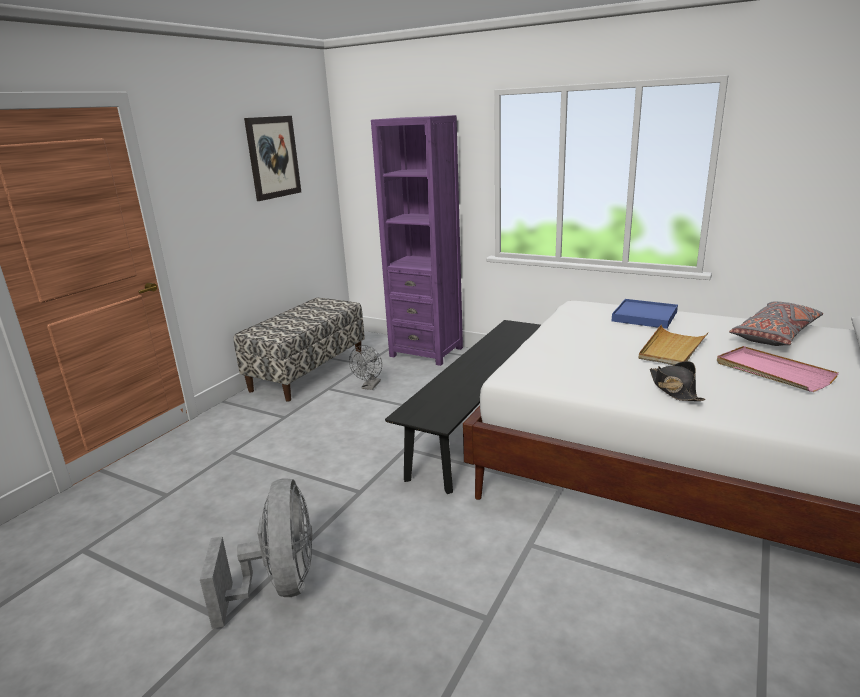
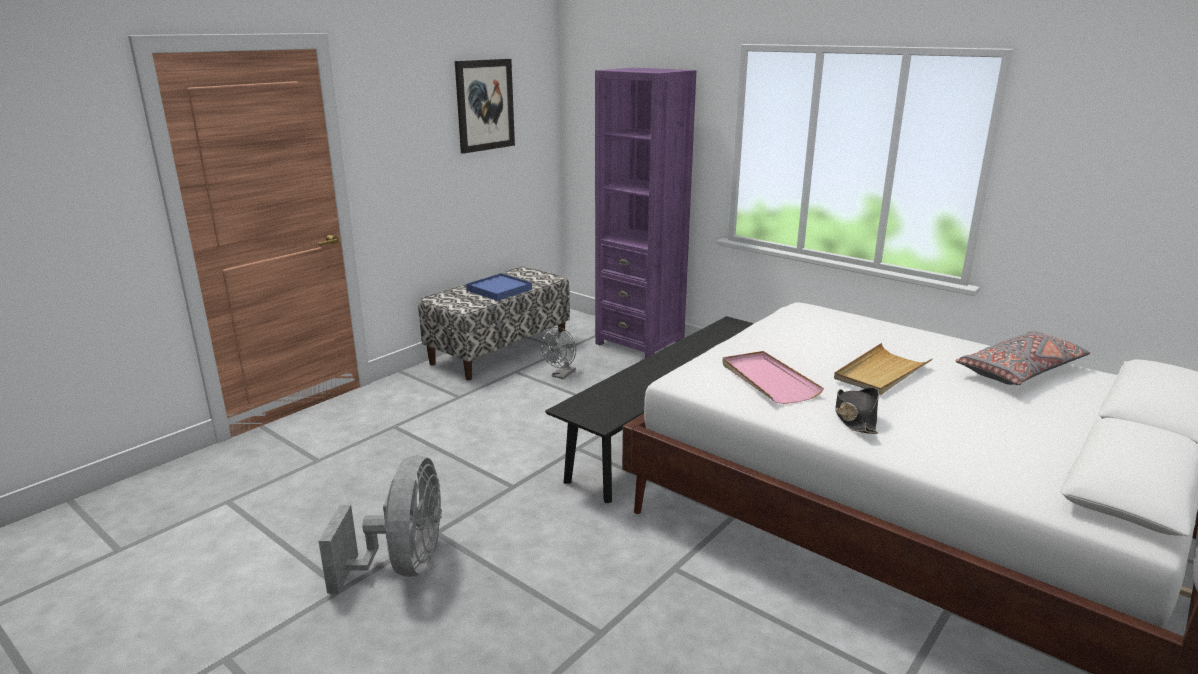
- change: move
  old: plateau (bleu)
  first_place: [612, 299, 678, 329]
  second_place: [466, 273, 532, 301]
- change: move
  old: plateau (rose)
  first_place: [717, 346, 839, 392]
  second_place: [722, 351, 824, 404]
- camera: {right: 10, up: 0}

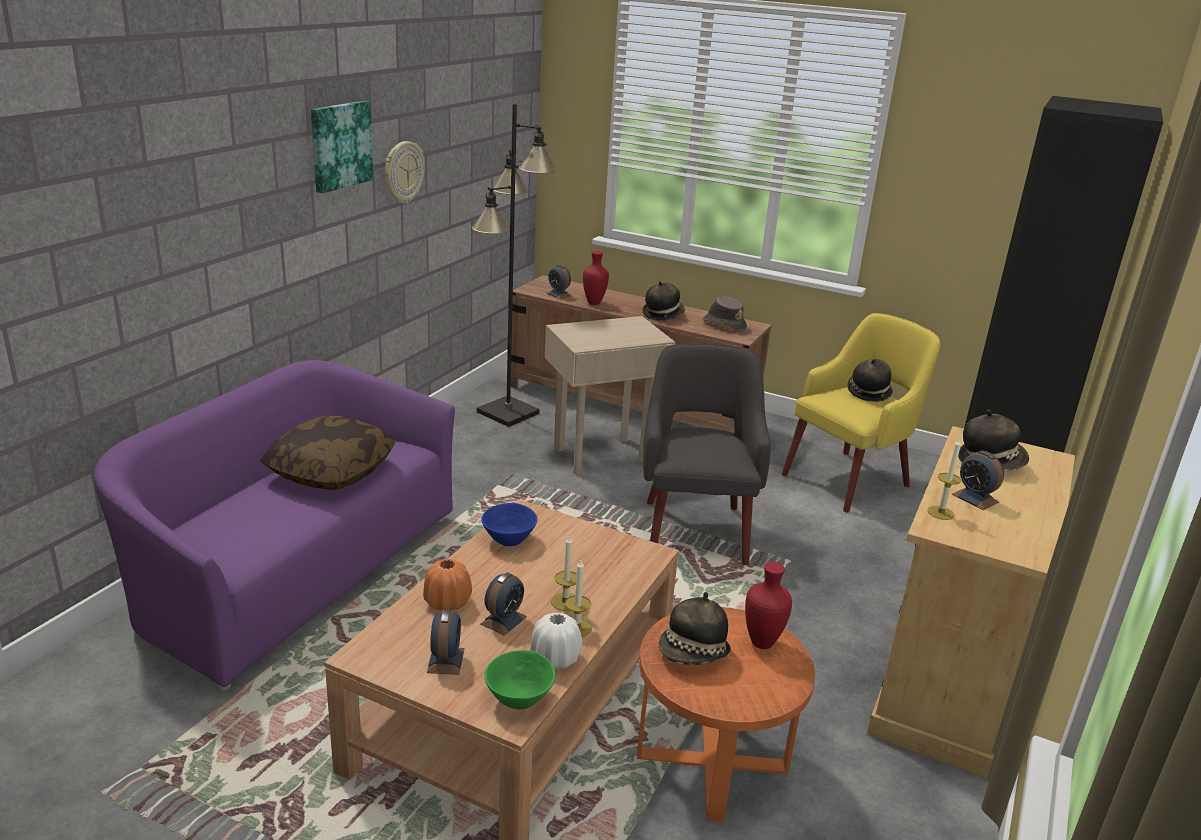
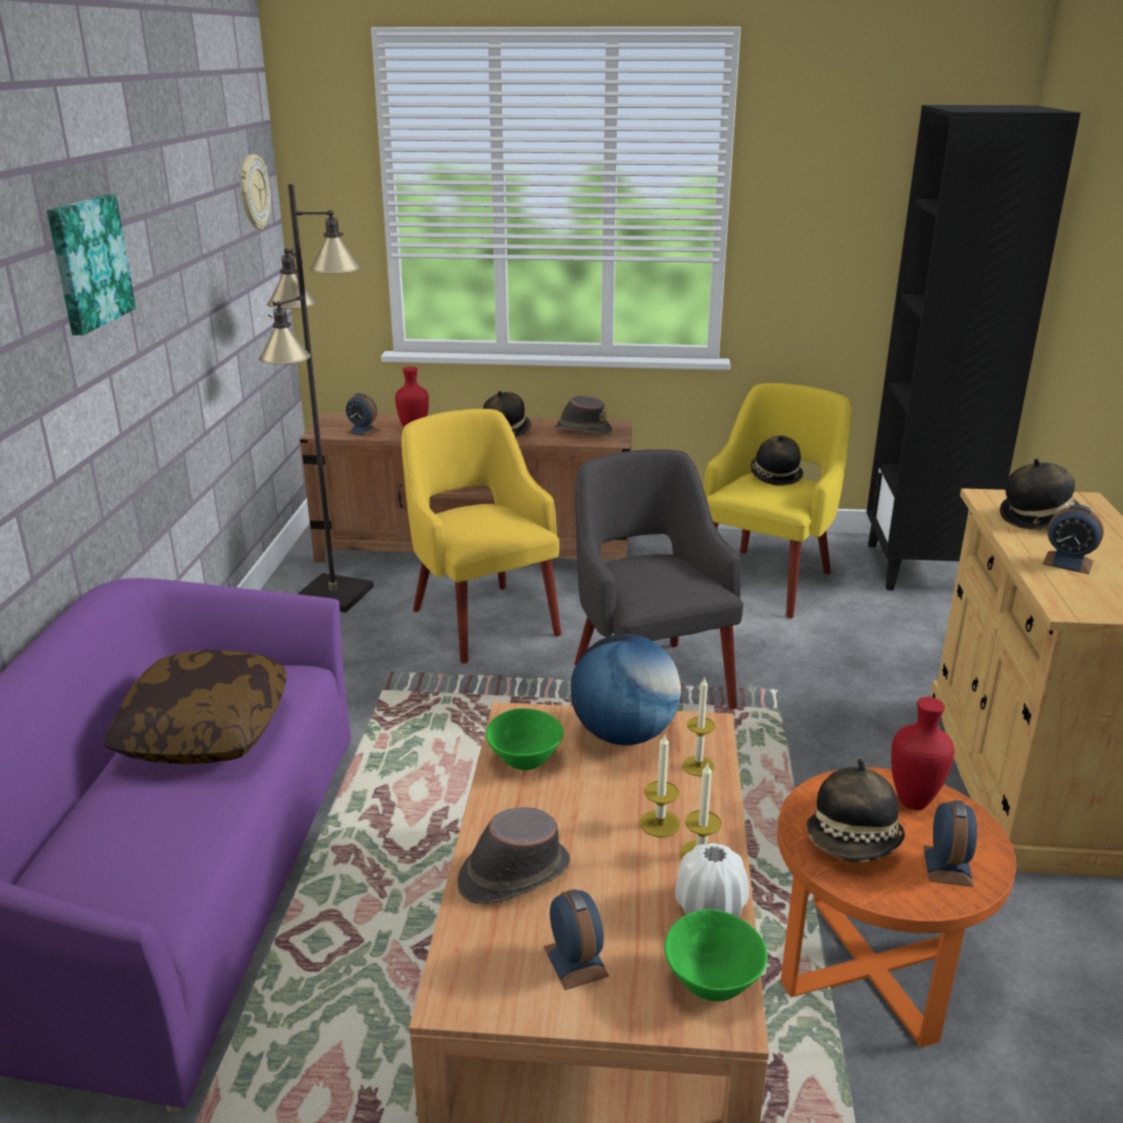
- change: move
  old: horloge murale
  first_place: [385, 141, 425, 204]
  second_place: [240, 154, 271, 230]
- change: replace
  old: table d'appoint (beige)
  new: fauteuil (jaune)
  first_place: [545, 316, 675, 475]
  second_place: [401, 409, 562, 664]
- change: move
  old: bougie
  first_place: [928, 438, 961, 520]
  second_place: [682, 676, 715, 776]
- change: recolor
  old: bol (bleu)
  new: bol (vert)
  first_place: [481, 503, 538, 546]
  second_place: [486, 708, 563, 770]
- change: replace
  old: vase (orange)
  new: chapeau (marron)
  first_place: [423, 559, 472, 611]
  second_place: [457, 807, 570, 904]
- change: move
  old: réveil
  first_place: [481, 572, 527, 636]
  second_place: [923, 800, 977, 887]
- change: insert
  new: globe
  second_place: [571, 634, 681, 745]
- camera: {right: -20, up: 0}

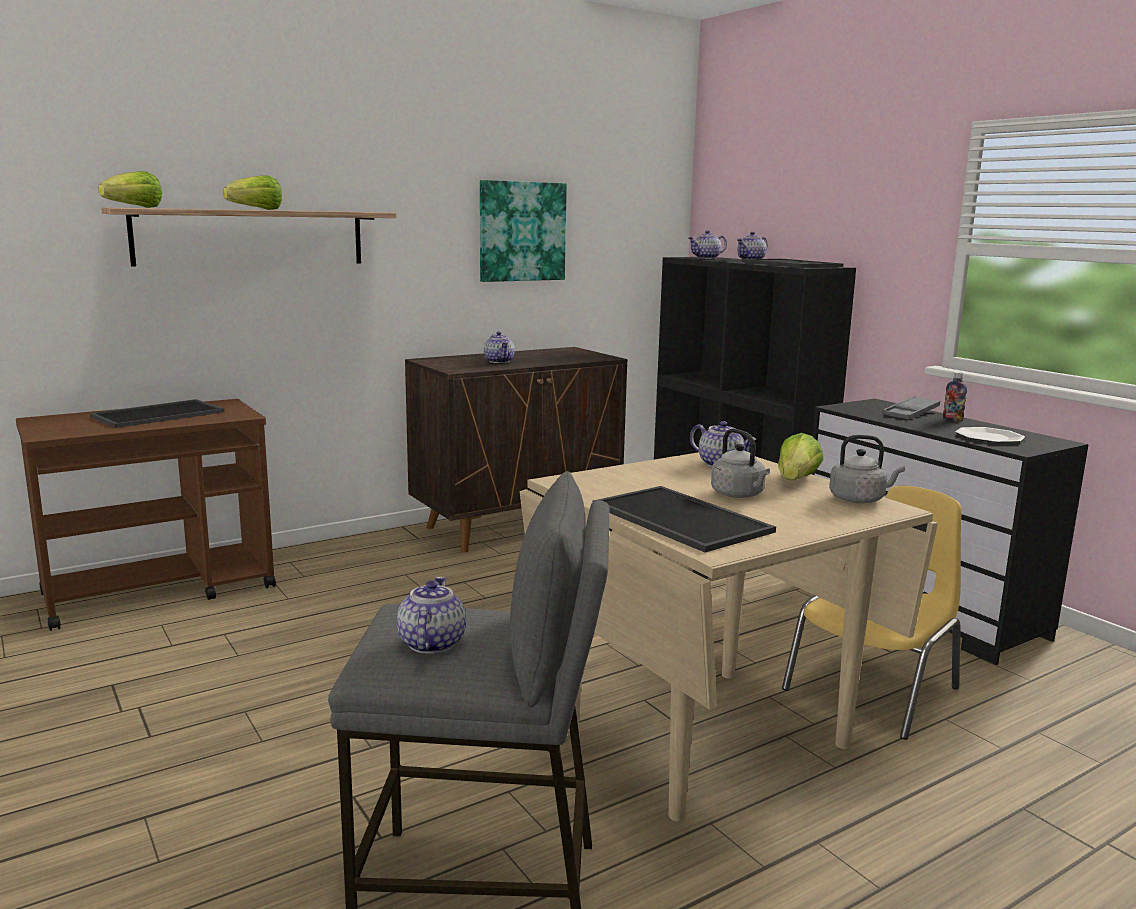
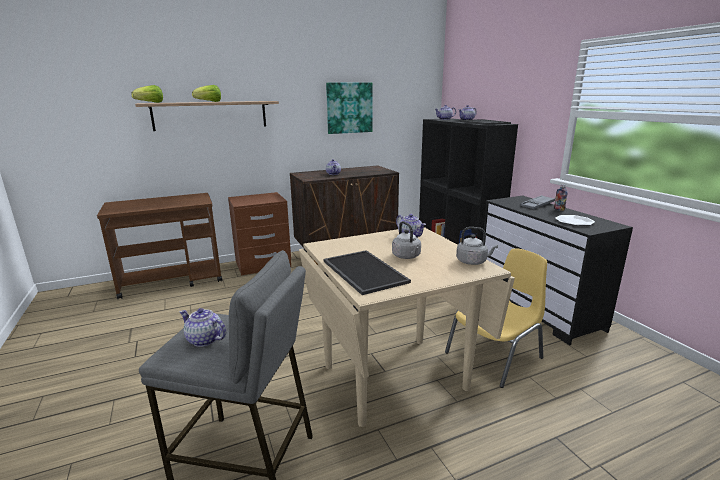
- change: delete
  old: plateau
  first_place: [90, 399, 225, 428]
- change: delete
  old: laitue
  first_place: [778, 433, 823, 480]
- change: rotate
  old: théière
  first_place: [397, 577, 466, 654]
  second_place: [180, 308, 226, 347]
  degrees: -75
- change: insert
  new: table de chevet (marron)
  second_place: [228, 192, 291, 276]
- camera: {right: 10, up: 5}

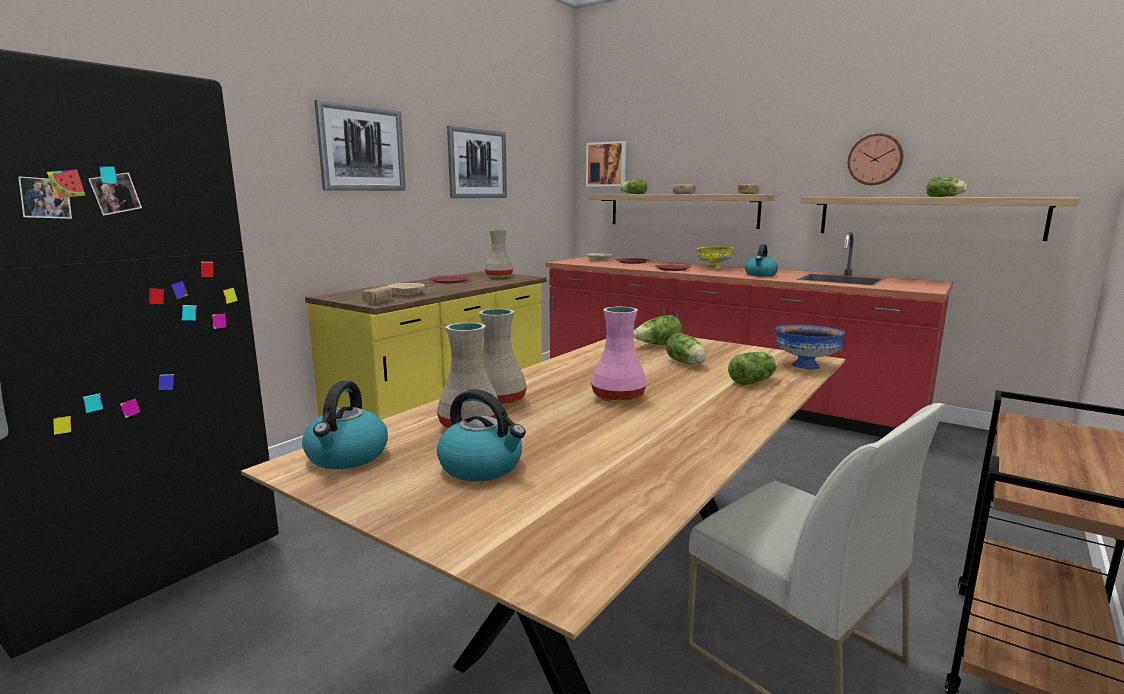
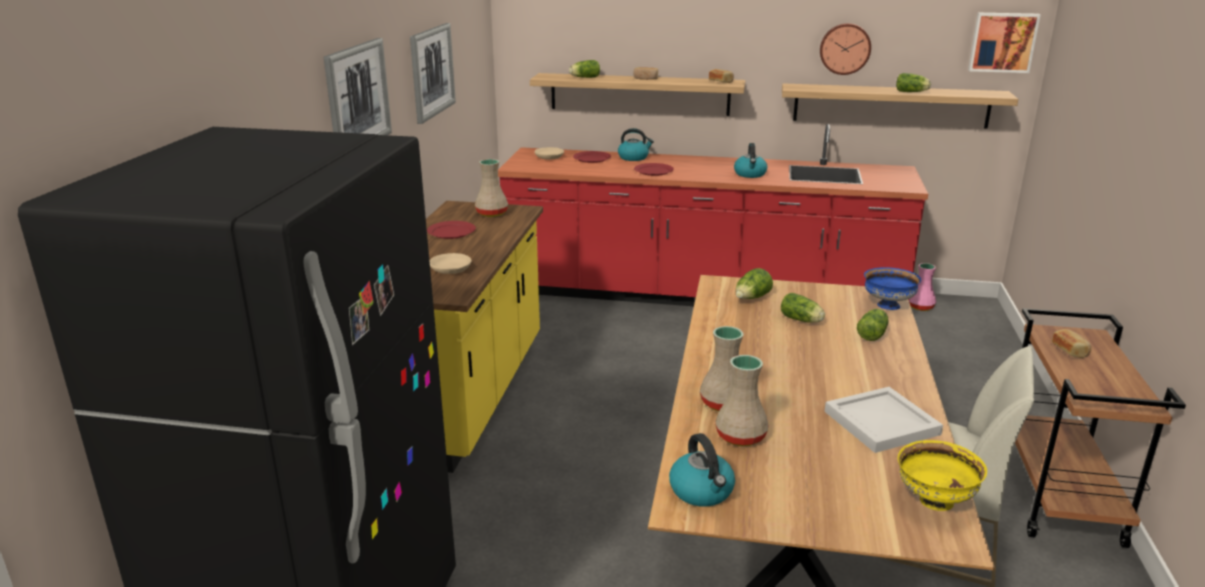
- change: move
  old: tableau
  first_place: [586, 141, 626, 187]
  second_place: [968, 13, 1041, 73]
- change: move
  old: bol (jaune)
  first_place: [697, 246, 734, 269]
  second_place: [897, 440, 987, 511]
- change: move
  old: pain
  first_place: [362, 286, 392, 304]
  second_place: [1052, 329, 1092, 358]
- change: move
  old: vase (rose)
  first_place: [591, 307, 647, 403]
  second_place: [909, 263, 936, 311]
- change: move
  old: bouilloire
  first_place: [437, 389, 526, 482]
  second_place: [618, 128, 654, 161]
- change: insert
  new: plateau (blanc)
  second_place: [824, 387, 943, 453]
- camera: {right: -25, up: 10}

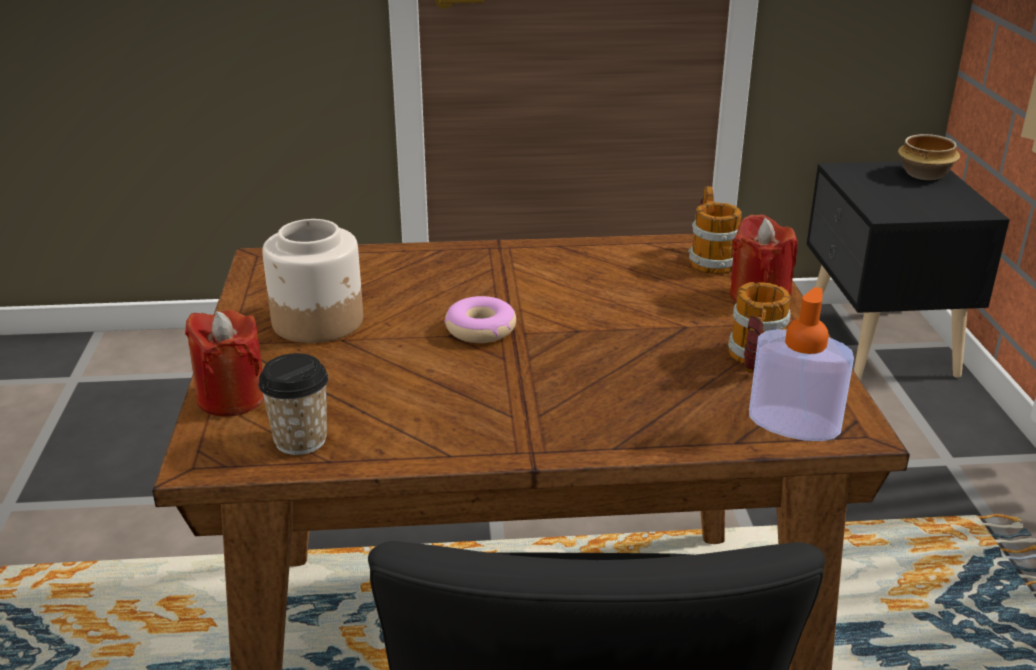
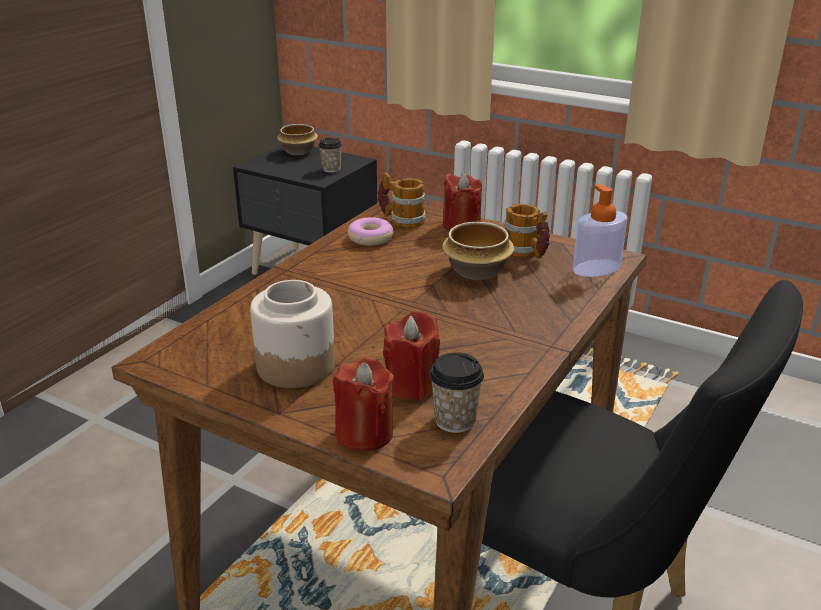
- change: move
  old: beignet
  first_place: [444, 296, 516, 343]
  second_place: [348, 217, 394, 246]
- change: insert
  new: tasse
  second_place: [319, 137, 342, 173]
- change: insert
  new: bol
  second_place: [442, 222, 514, 280]
- change: insert
  new: bougie (rouge)
  second_place: [383, 311, 440, 401]
- camera: {right: -55, up: 0}

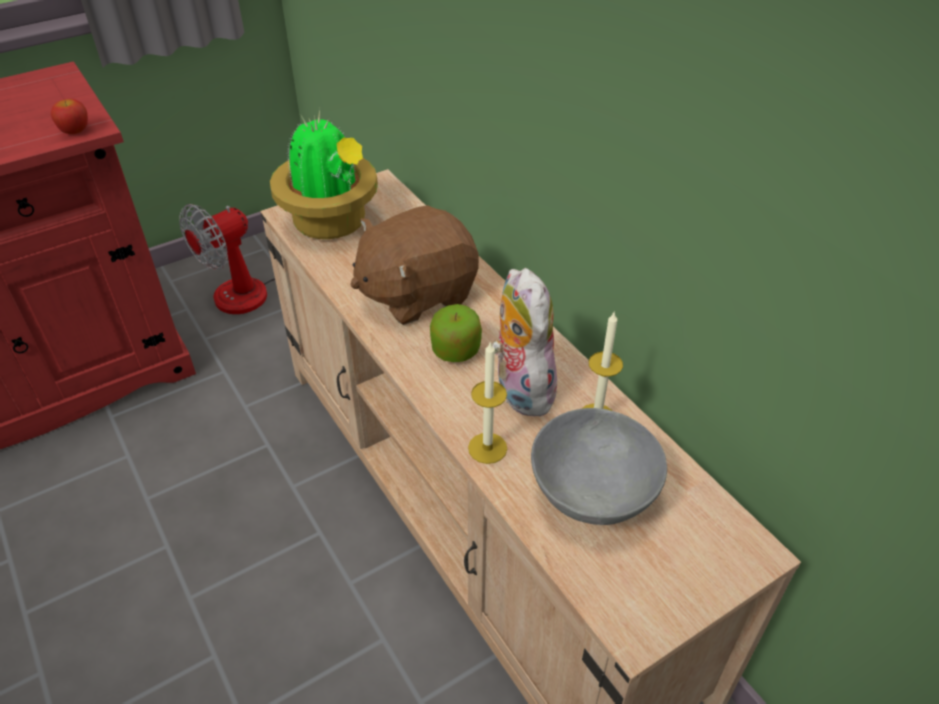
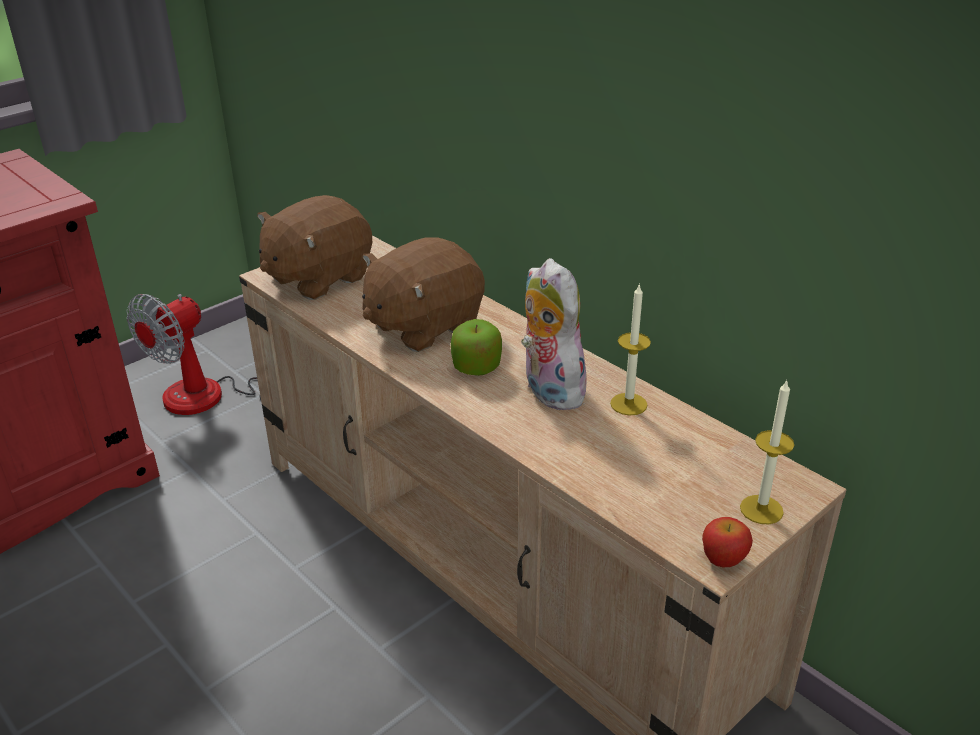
- change: move
  old: pomme
  first_place: [51, 98, 88, 134]
  second_place: [702, 517, 753, 567]
- change: replace
  old: plante en pot
  new: peluche (marron)
  first_place: [270, 109, 378, 239]
  second_place: [257, 195, 372, 300]
- change: move
  old: bougie
  first_place: [468, 342, 507, 464]
  second_place: [740, 380, 794, 524]
- change: delete
  old: bol (gris)
  first_place: [531, 408, 667, 525]
- camera: {right: -10, up: -10}

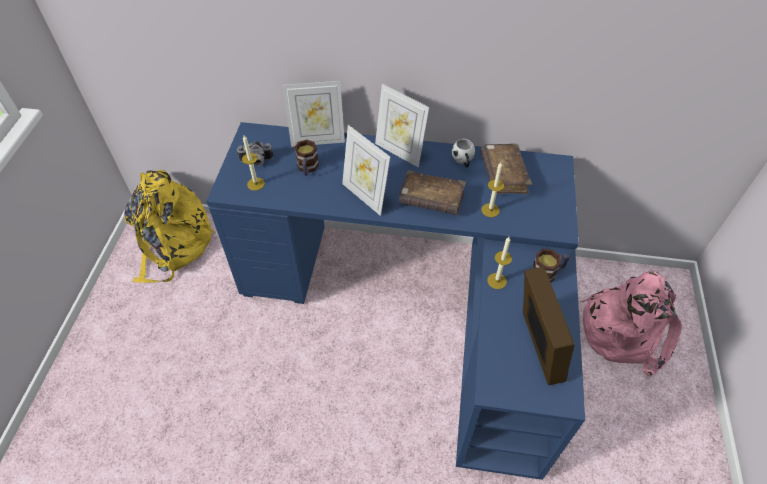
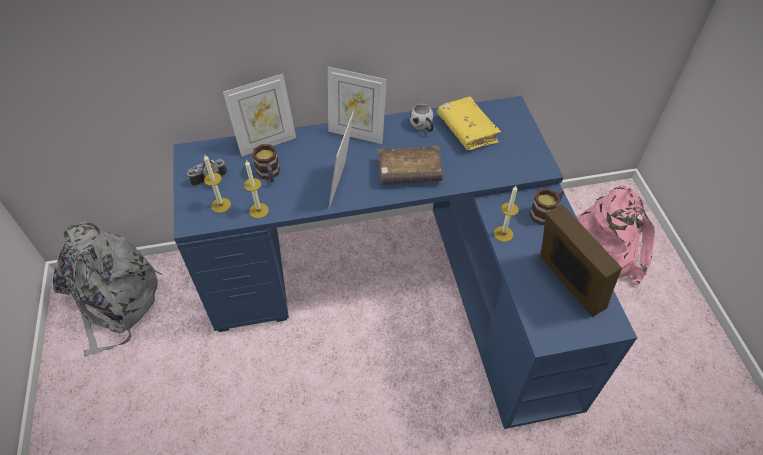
- change: rotate
  old: cadre photo
  first_place: [342, 125, 390, 216]
  second_place: [328, 110, 354, 209]
  degrees: 75
- change: recolor
  old: livre (marron)
  new: livre (jaune)
  first_place: [481, 144, 532, 194]
  second_place: [437, 97, 501, 150]
- change: move
  old: bougie
  first_place: [481, 162, 504, 217]
  second_place: [244, 160, 269, 218]
- change: recolor
  old: sac à dos (jaune)
  new: sac à dos (gris)
  first_place: [124, 170, 216, 283]
  second_place: [53, 221, 162, 356]
- camera: {right: -20, up: 0}

